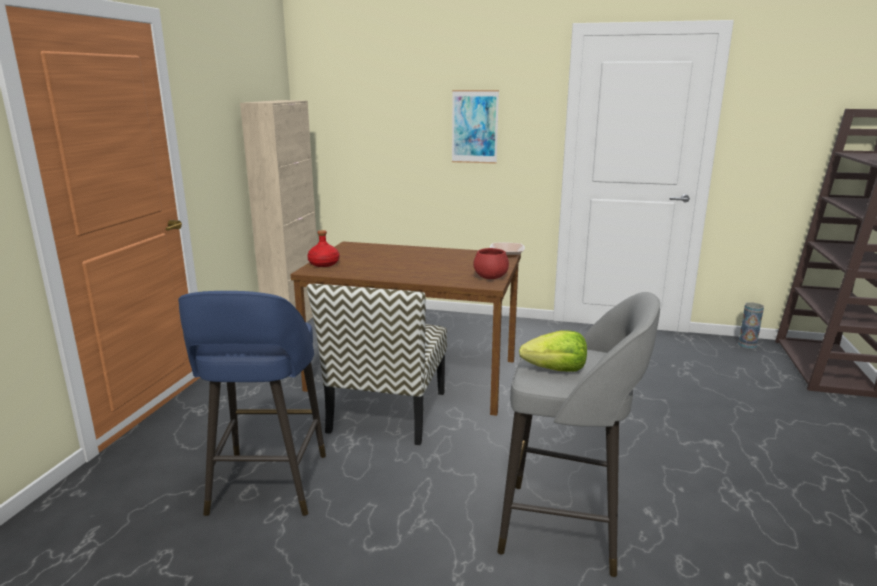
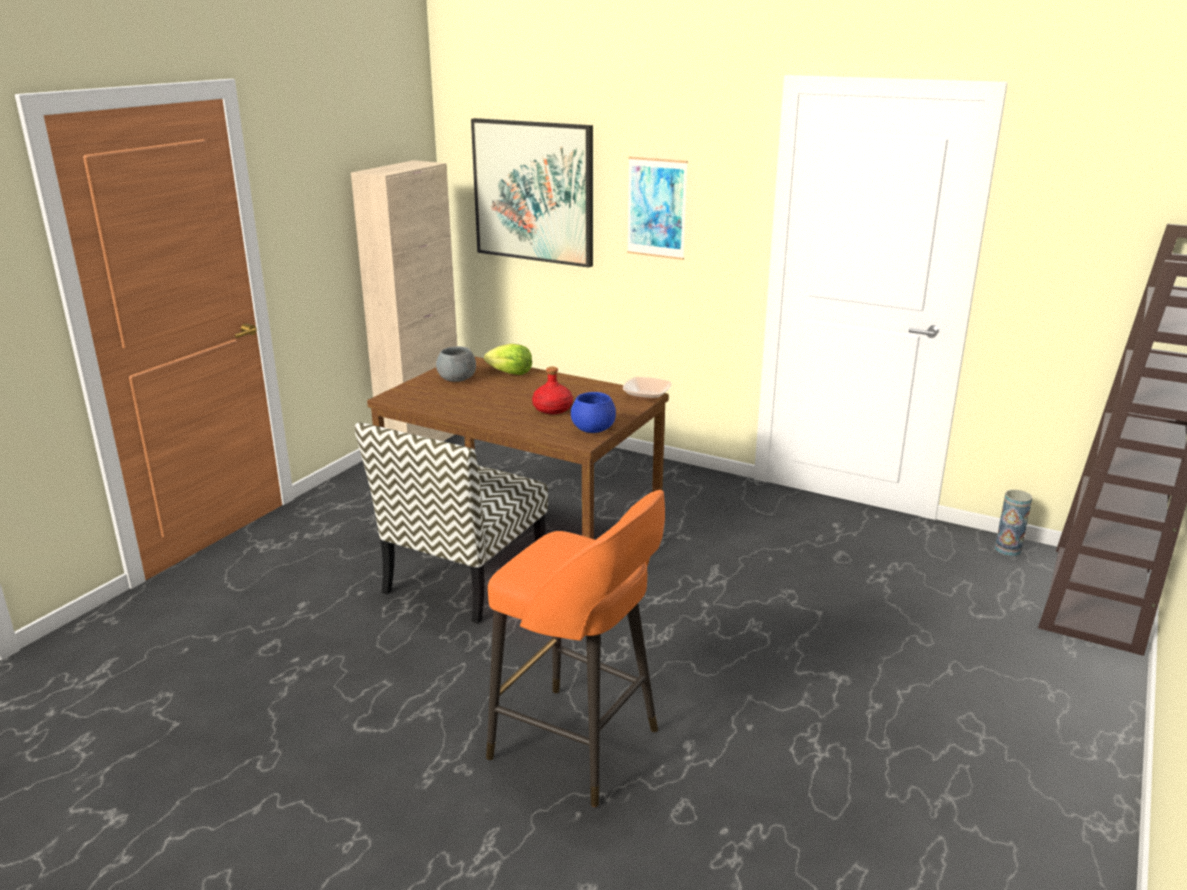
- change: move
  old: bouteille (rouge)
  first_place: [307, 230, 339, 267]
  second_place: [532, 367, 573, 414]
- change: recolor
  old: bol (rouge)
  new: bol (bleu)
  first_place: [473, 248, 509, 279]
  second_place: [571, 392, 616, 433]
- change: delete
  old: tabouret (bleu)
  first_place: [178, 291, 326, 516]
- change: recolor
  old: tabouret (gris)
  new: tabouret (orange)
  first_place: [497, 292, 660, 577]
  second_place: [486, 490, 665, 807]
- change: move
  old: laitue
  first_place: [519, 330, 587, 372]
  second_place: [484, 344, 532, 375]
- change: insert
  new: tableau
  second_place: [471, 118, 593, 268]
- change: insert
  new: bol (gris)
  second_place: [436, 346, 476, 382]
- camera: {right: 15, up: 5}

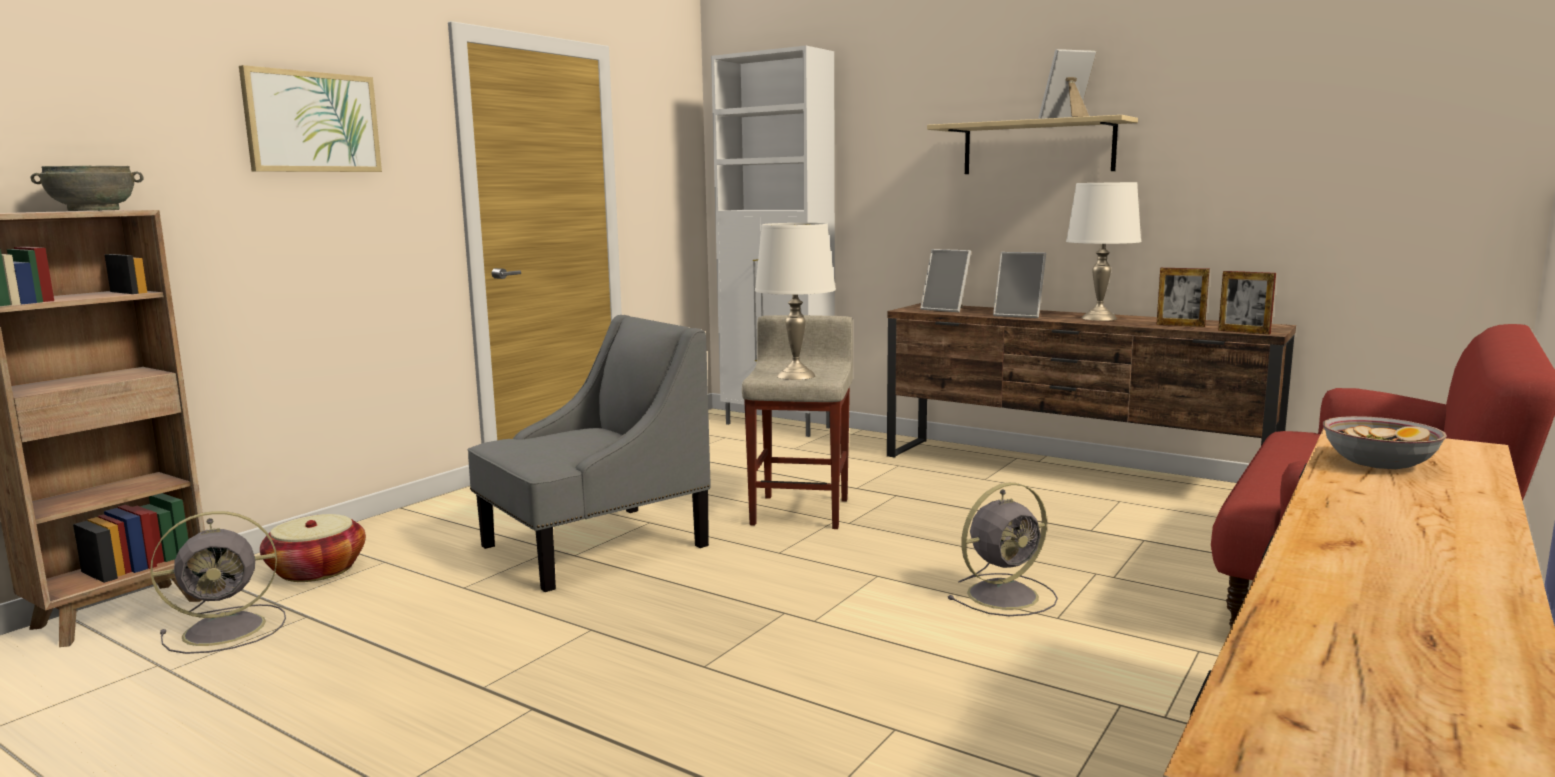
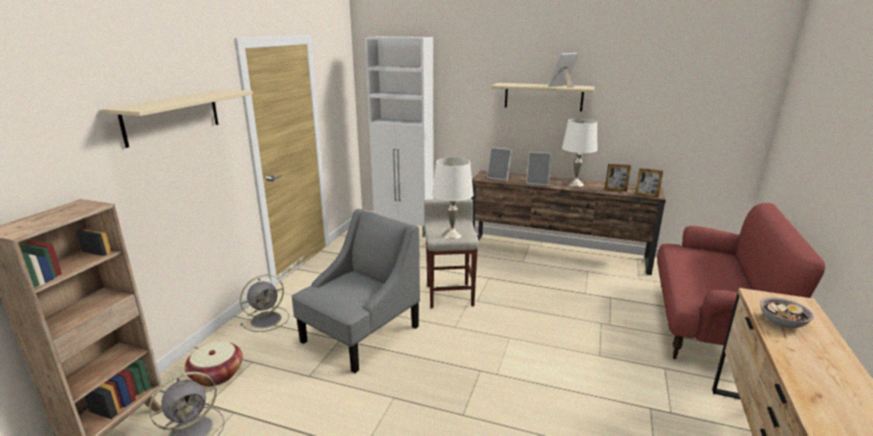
- change: replace
  old: tableau
  new: étagère (beige)
  first_place: [239, 65, 382, 172]
  second_place: [101, 89, 253, 148]
- change: delete
  old: bol (gris)
  first_place: [31, 166, 143, 211]
- change: move
  old: ventilateur (gris)
  first_place: [947, 483, 1058, 616]
  second_place: [240, 275, 289, 332]
- camera: {right: -15, up: 10}

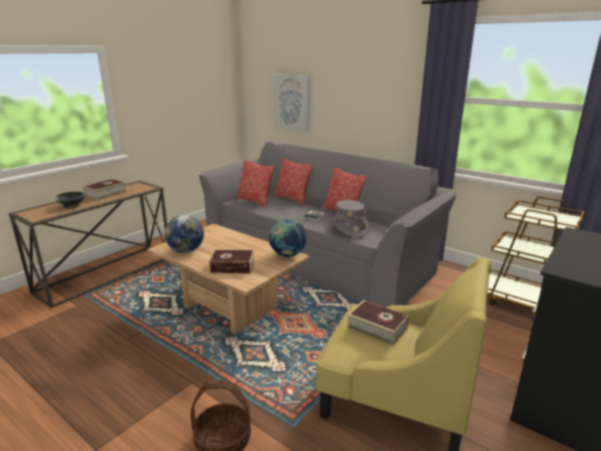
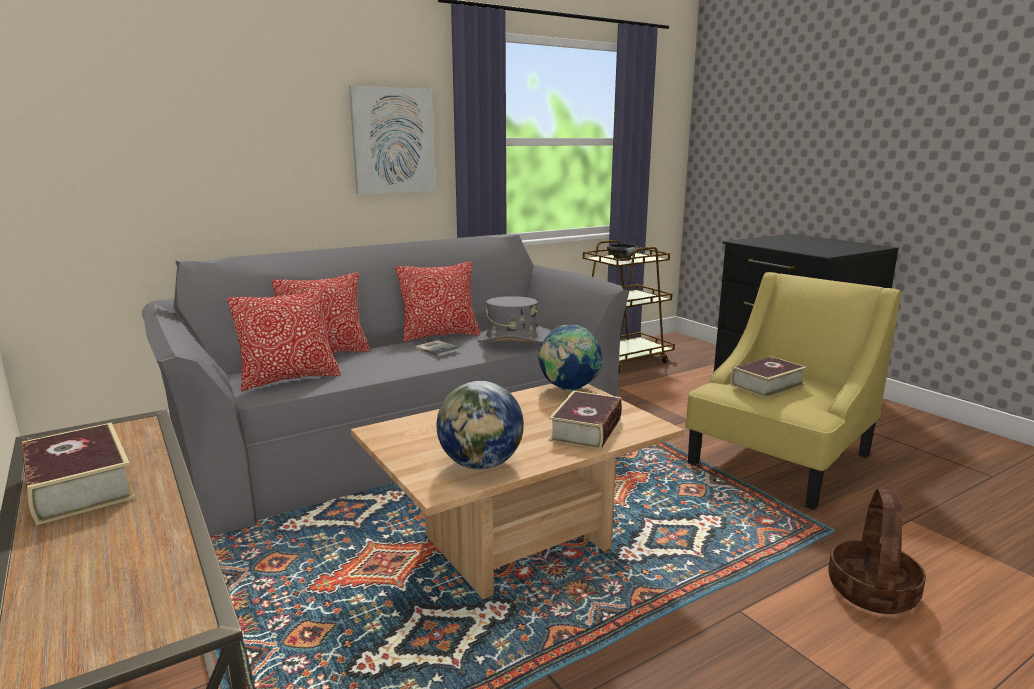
- change: move
  old: tableau
  first_place: [273, 74, 310, 131]
  second_place: [349, 86, 436, 194]
- change: move
  old: bol (noir)
  first_place: [55, 192, 84, 208]
  second_place: [607, 244, 638, 261]
- camera: {right: -70, up: -5}

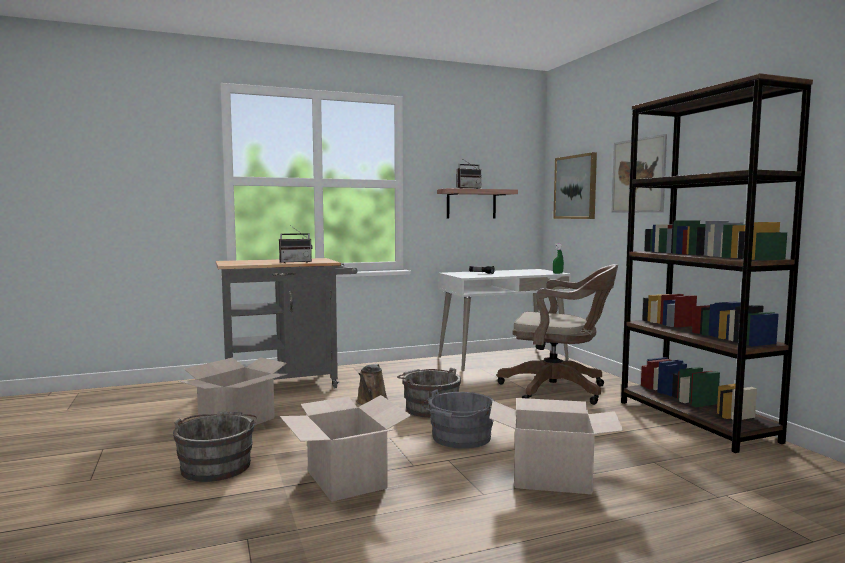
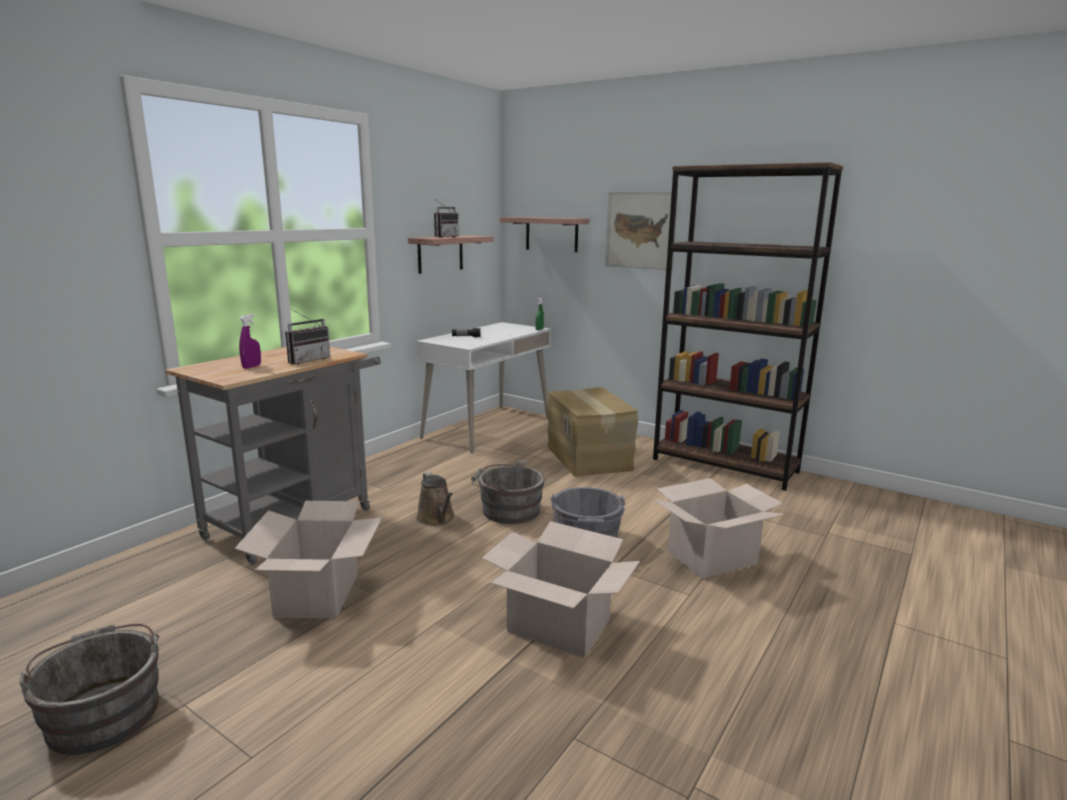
- change: replace
  old: tableau
  new: étagère
  first_place: [553, 152, 597, 219]
  second_place: [500, 217, 589, 252]
- change: replace
  old: chaise de bureau (marron)
  new: carton
  first_place: [497, 264, 618, 405]
  second_place: [547, 387, 638, 477]
- change: move
  old: seau (gris)
  first_place: [173, 412, 258, 482]
  second_place: [19, 624, 159, 755]
- change: insert
  new: vaporisateur (violet)
  second_place: [239, 314, 261, 369]
- camera: {right: -35, up: 10}

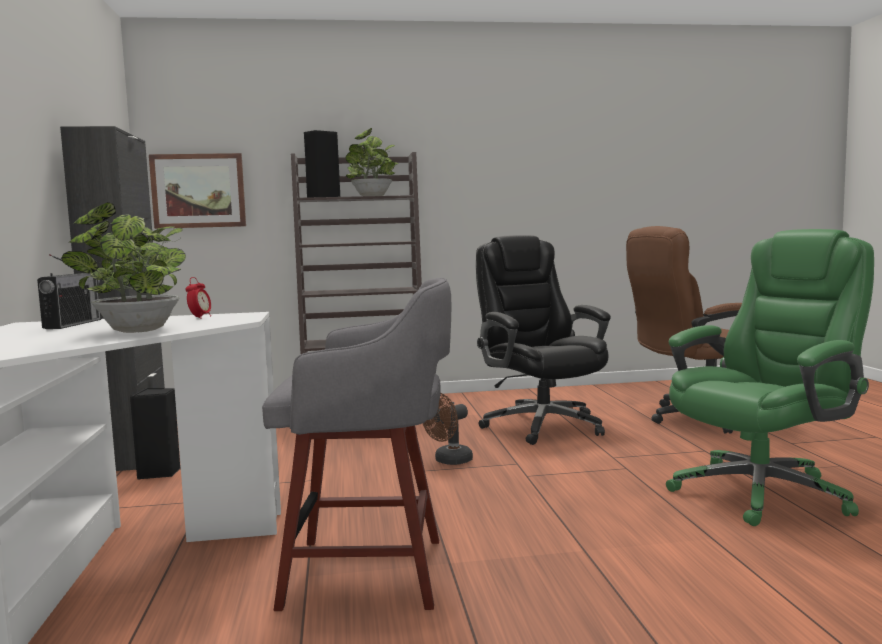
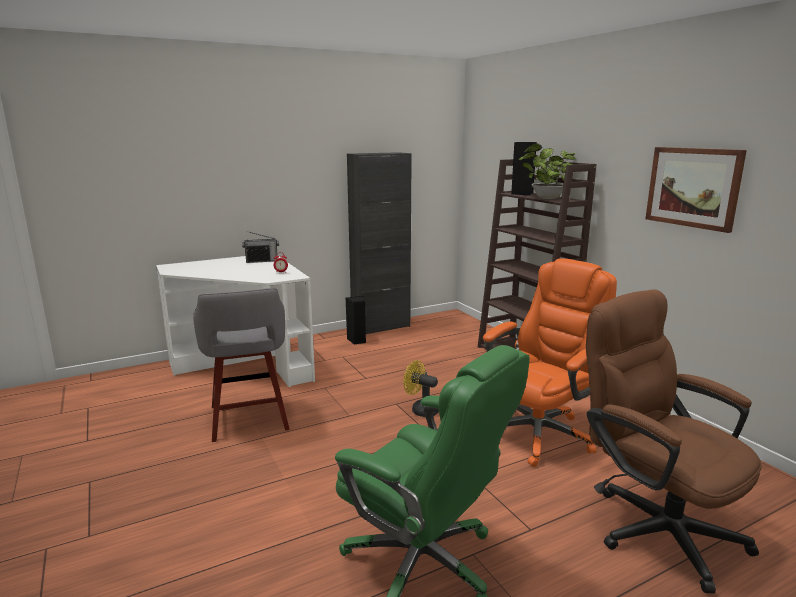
- change: move
  old: tableau
  first_place: [149, 153, 246, 229]
  second_place: [645, 147, 747, 233]
- change: delete
  old: plante en pot
  first_place: [61, 202, 186, 333]
- change: recolor
  old: chaise de bureau (noir)
  new: chaise de bureau (orange)
  first_place: [476, 235, 611, 445]
  second_place: [483, 258, 617, 467]
- change: recolor
  old: ventilateur (marron)
  new: ventilateur (jaune)
  first_place: [423, 393, 473, 465]
  second_place: [403, 360, 438, 417]
- camera: {right: 70, up: 10}

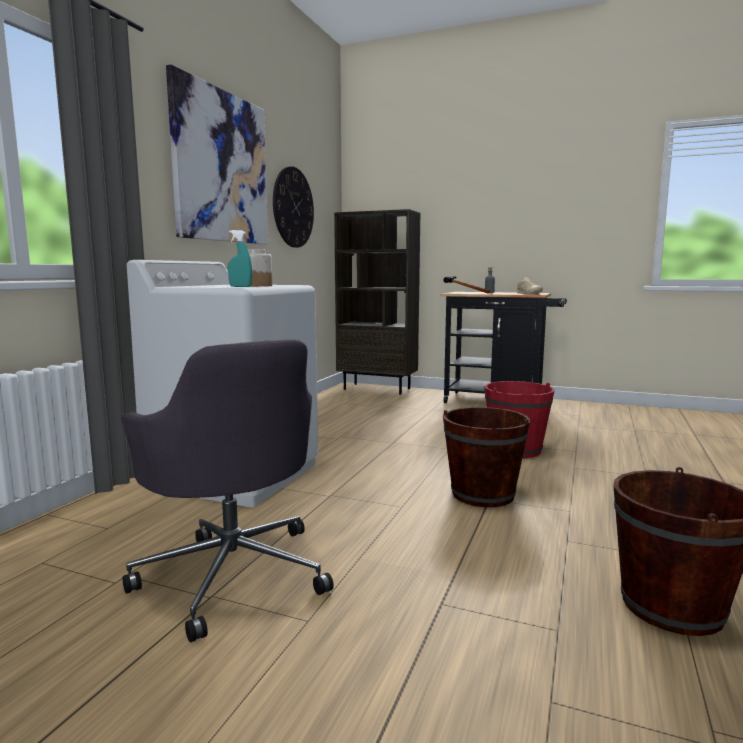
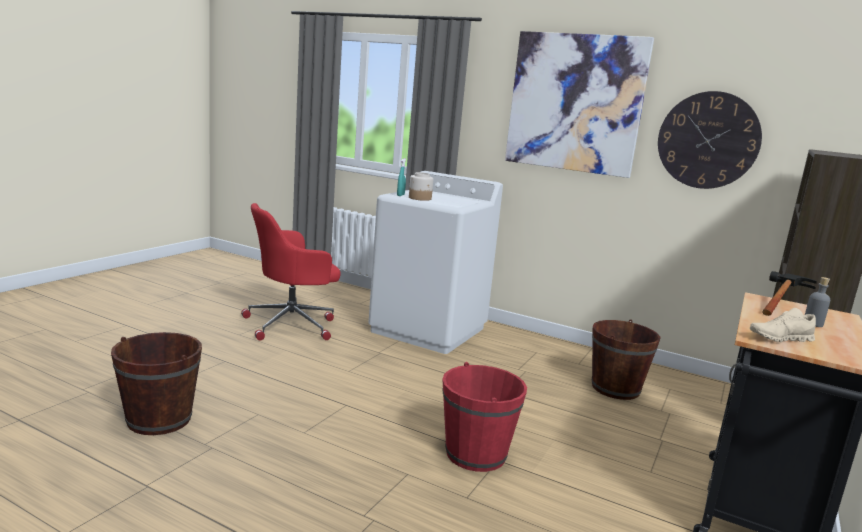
- change: recolor
  old: chaise de bureau (gris)
  new: chaise de bureau (rouge)
  first_place: [121, 339, 334, 642]
  second_place: [241, 203, 341, 341]
- change: move
  old: seau (marron)
  first_place: [443, 407, 530, 507]
  second_place: [592, 319, 661, 400]
- camera: {right: 95, up: 5}

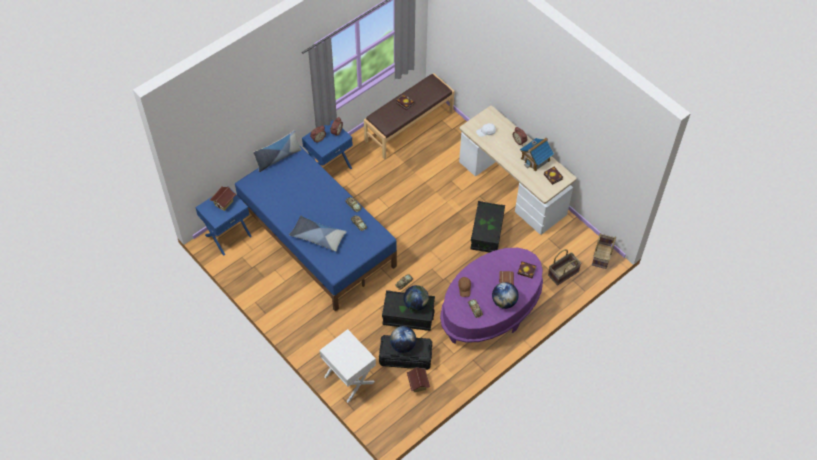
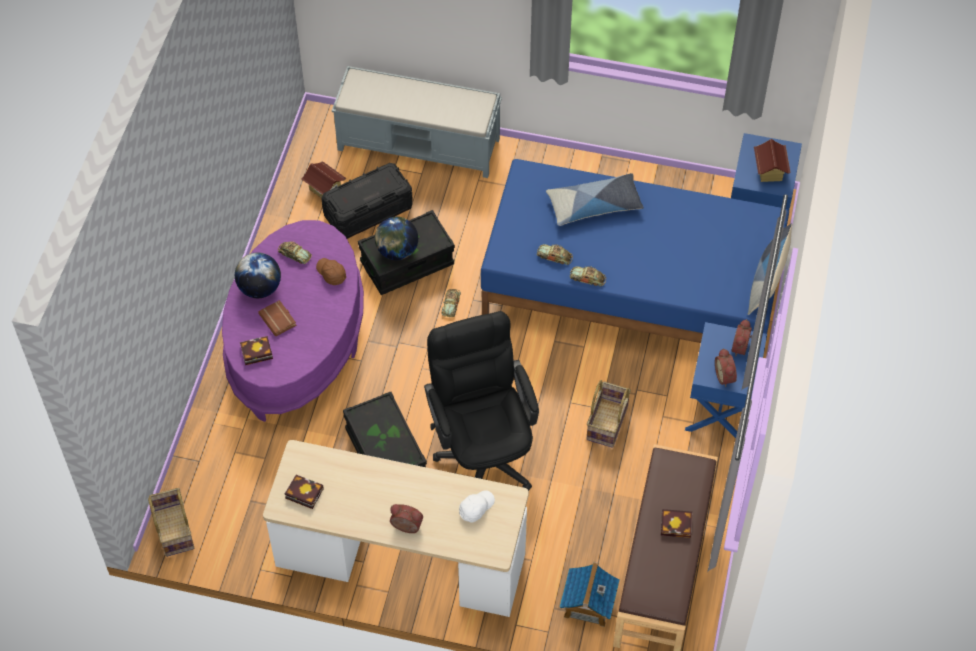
- change: move
  old: maison miniature
  first_place: [520, 138, 554, 172]
  second_place: [560, 561, 619, 627]
- change: move
  old: panier
  first_place: [548, 249, 582, 286]
  second_place: [586, 380, 631, 448]
- change: delete
  old: globe
  first_place: [390, 326, 416, 353]
- change: replace
  old: table de chevet (blanc)
  new: banc (gris)
  first_place: [319, 329, 376, 403]
  second_place: [332, 66, 502, 178]
- change: insert
  new: chaise de bureau (noir)
  second_place: [424, 311, 539, 491]
- camera: {right: 145, up: 0}

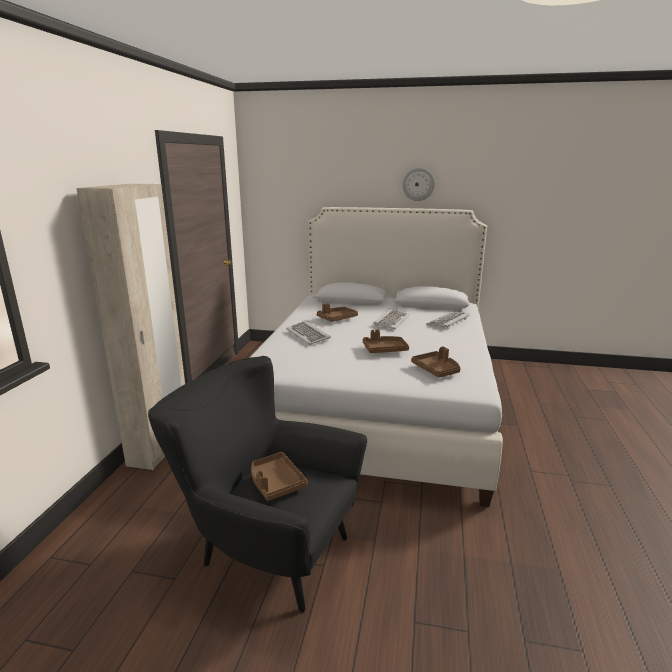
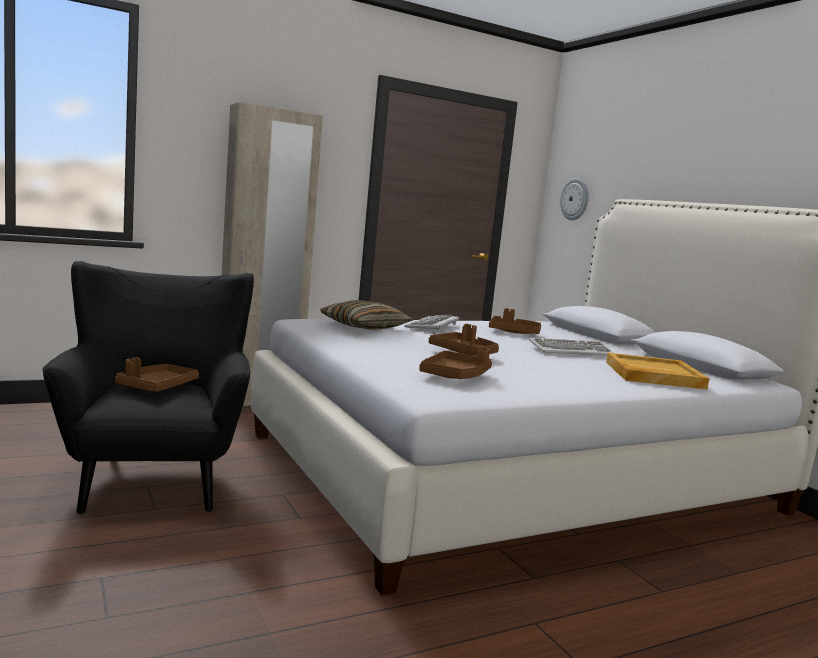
- change: move
  old: horloge murale
  first_place: [402, 168, 435, 201]
  second_place: [560, 178, 589, 220]
- change: replace
  old: clavier
  new: plateau (beige)
  first_place: [426, 312, 469, 329]
  second_place: [606, 353, 710, 390]
- change: insert
  new: coussin
  second_place: [320, 300, 414, 330]
- camera: {right: 50, up: -10}

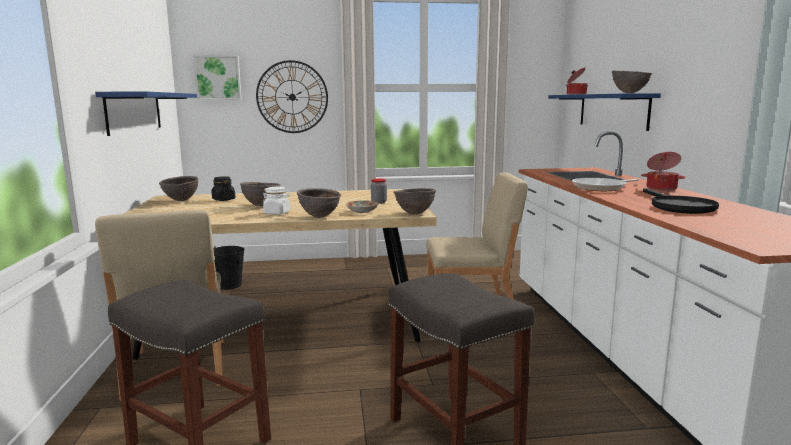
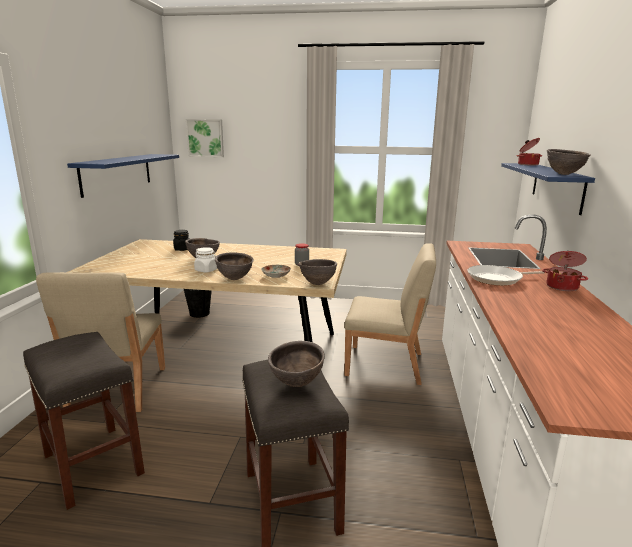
- change: delete
  old: horloge murale
  first_place: [256, 60, 328, 133]
- change: move
  old: bol (marron)
  first_place: [159, 176, 198, 201]
  second_place: [268, 341, 325, 387]
- change: delete
  old: poêle (noir)
  first_place: [643, 188, 719, 214]
- camera: {right: 15, up: 5}

